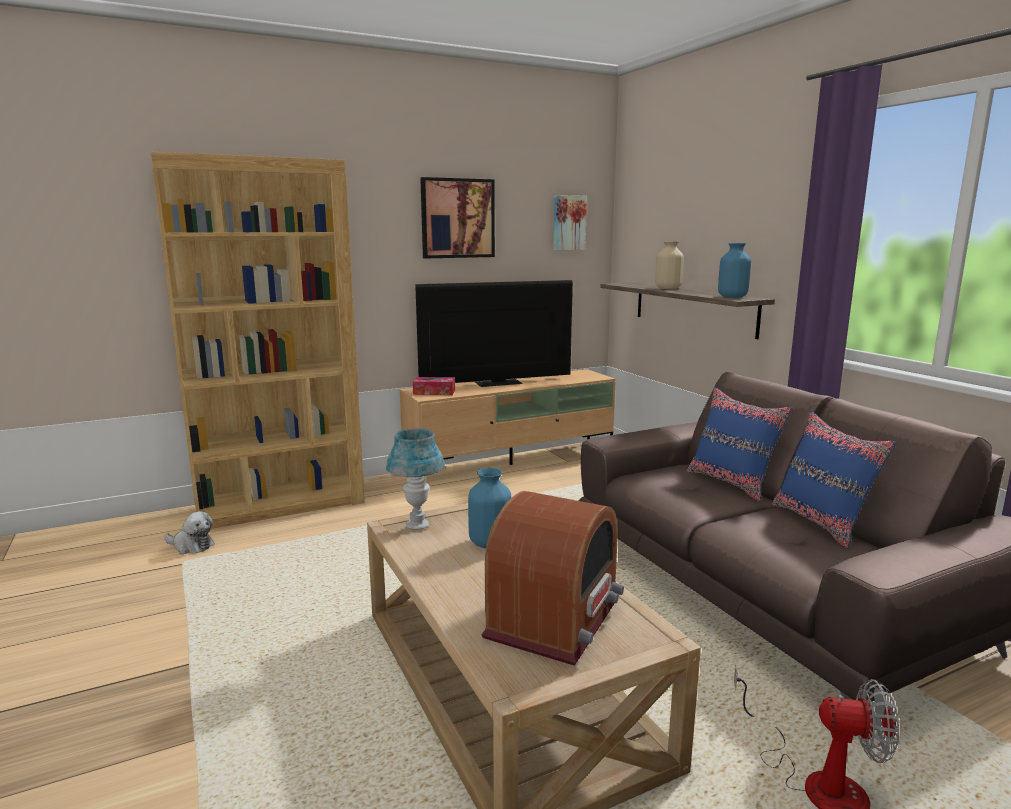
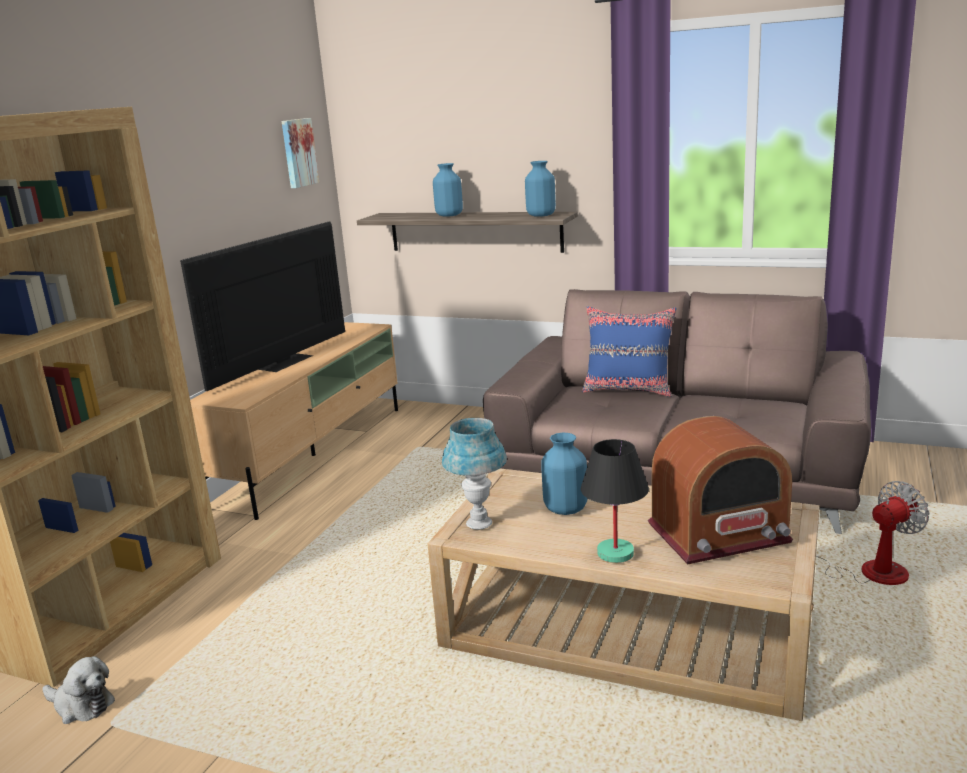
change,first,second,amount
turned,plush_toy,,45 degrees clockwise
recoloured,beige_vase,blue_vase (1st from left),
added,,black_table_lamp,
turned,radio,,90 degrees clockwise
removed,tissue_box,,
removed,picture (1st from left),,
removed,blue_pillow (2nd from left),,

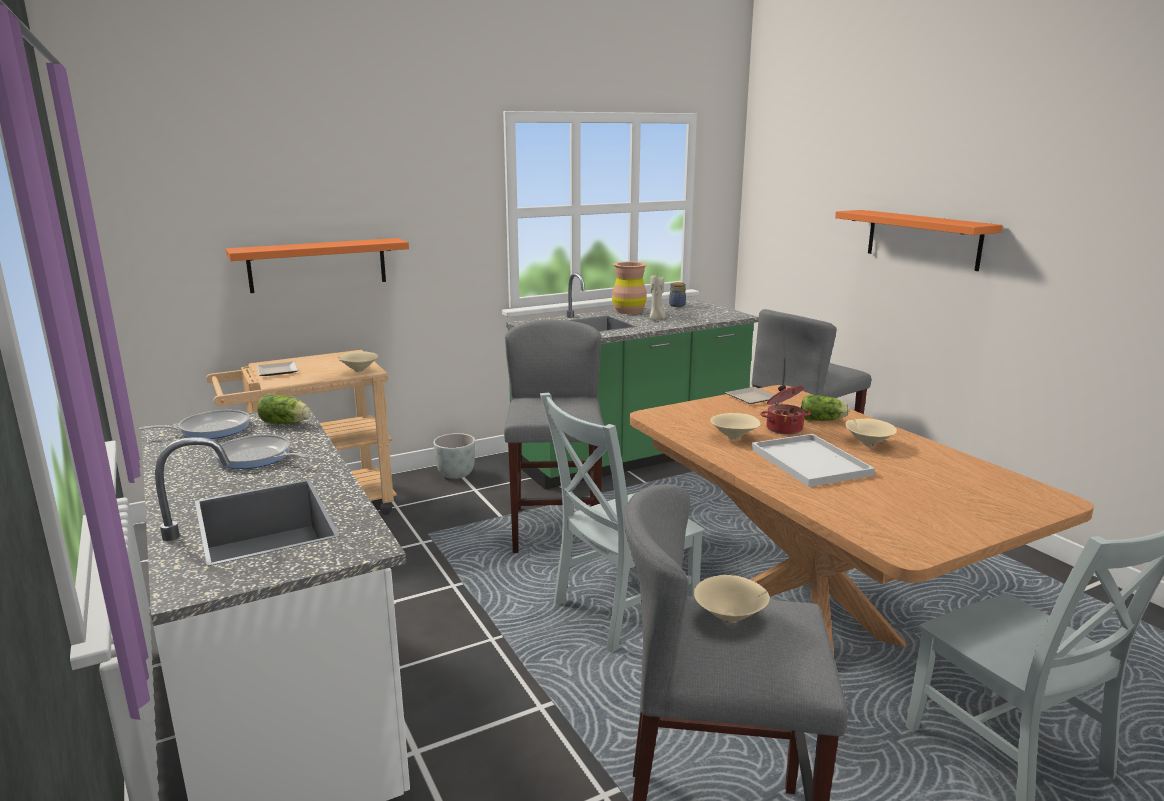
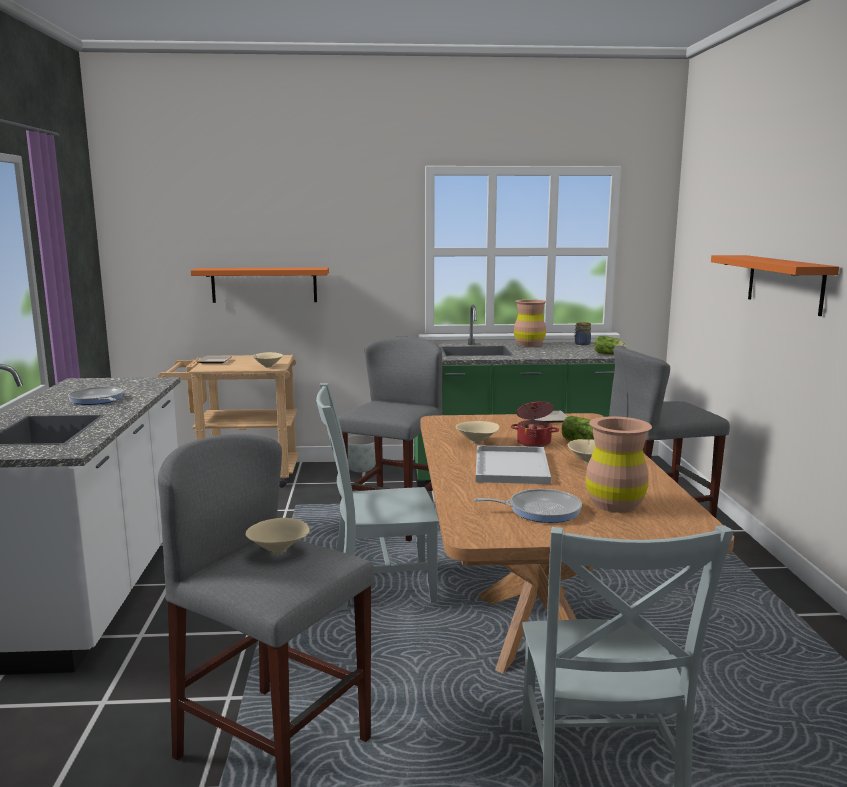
change,first,second,amount
moved,frying_pan (1st from left in the first image),frying_pan (2nd from left),
added,,brown_vase (2nd from left),
moved,lettuce (1st from left in the first image),lettuce (2nd from left),
removed,beige_candle,,

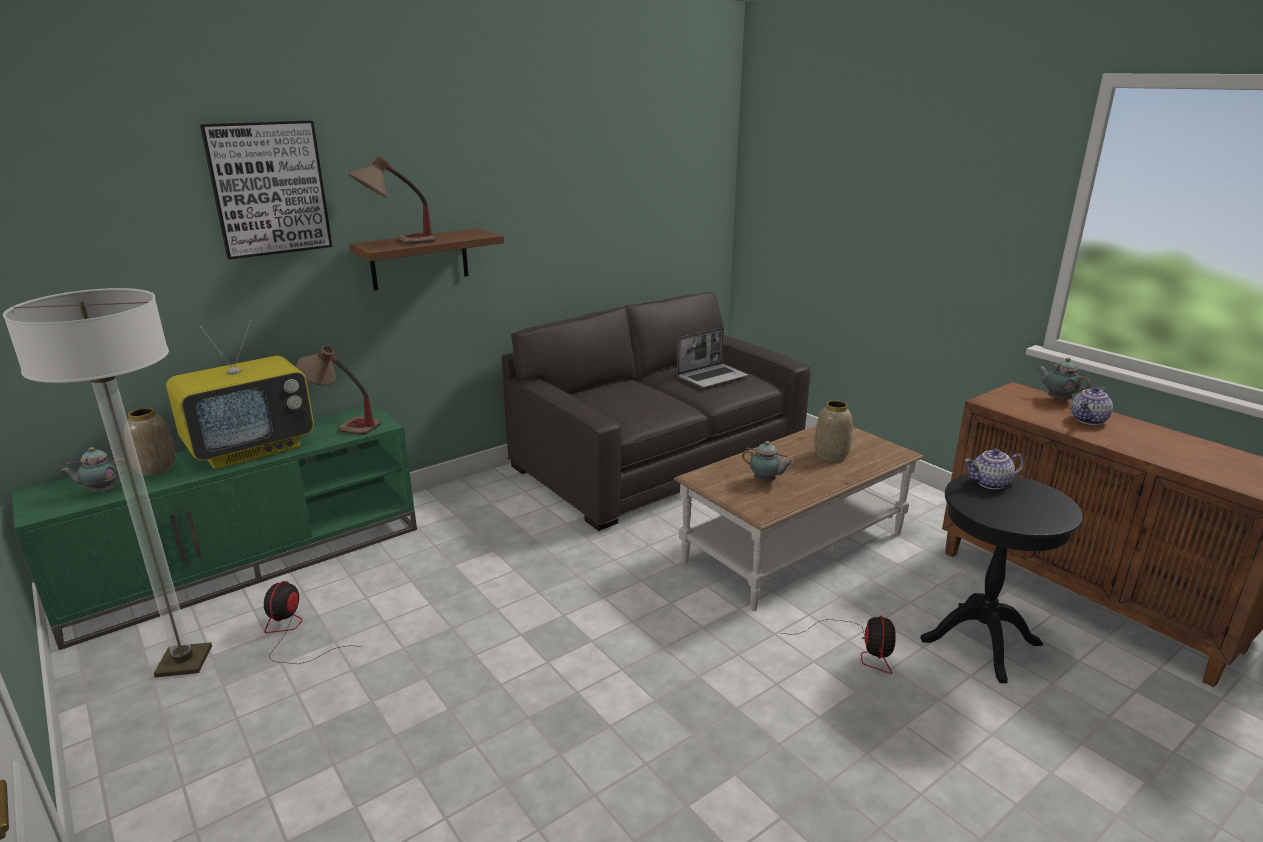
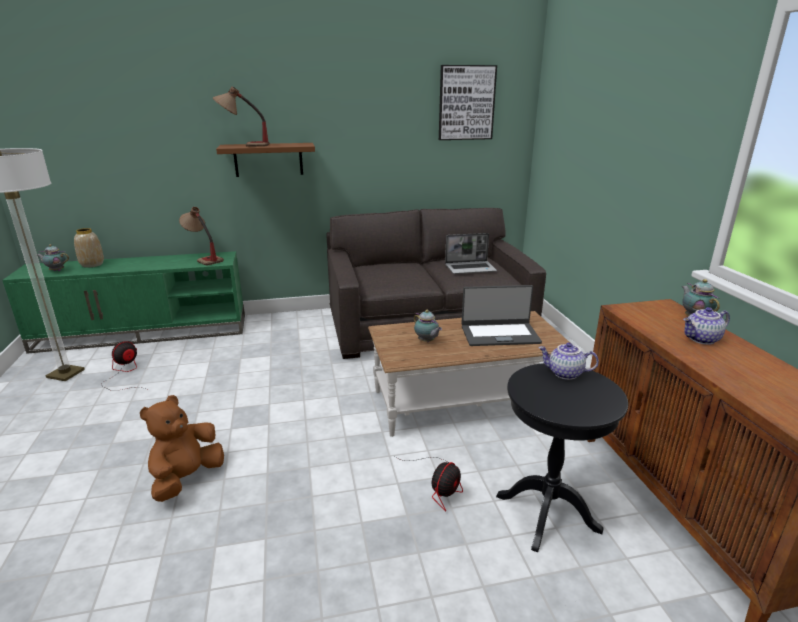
change,first,second,amount
added,,brown_plush_toy,
moved,picture,,
replaced,vase (2nd from left),laptop (2nd from left),
removed,television,,

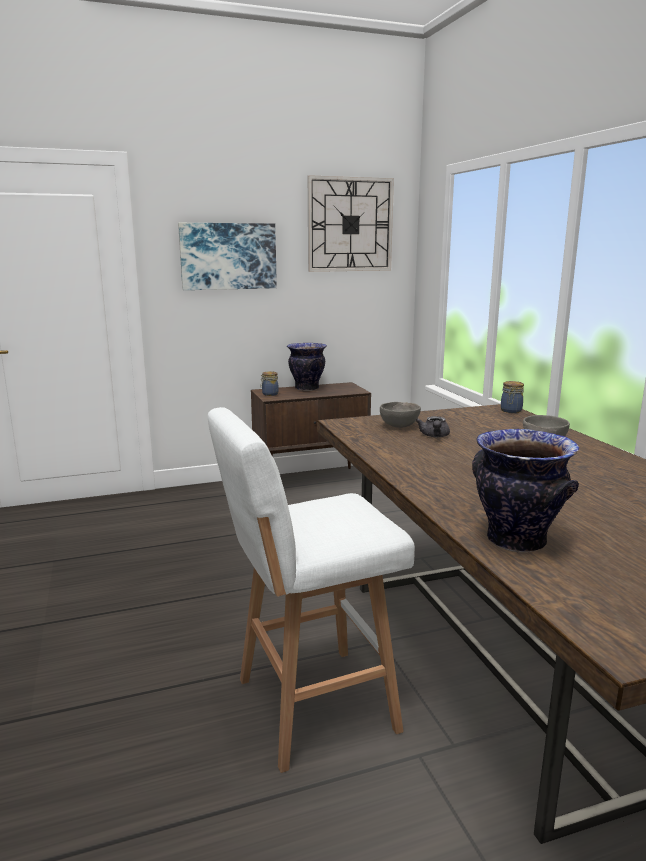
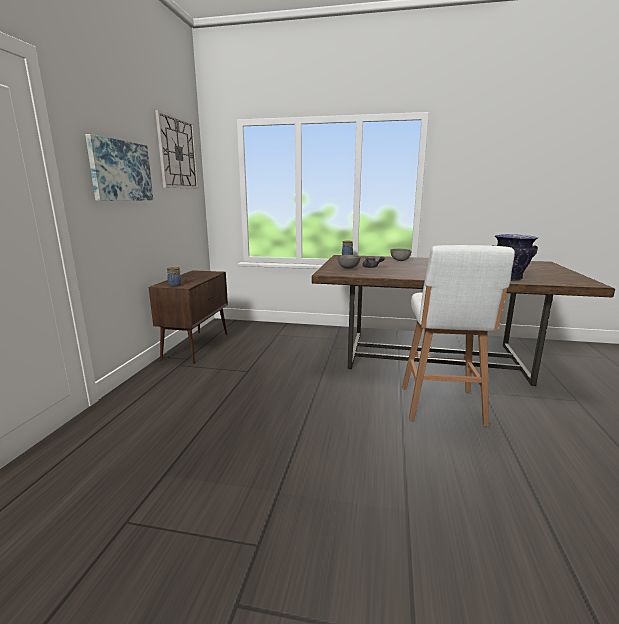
change,first,second,amount
removed,vase (1st from left),,

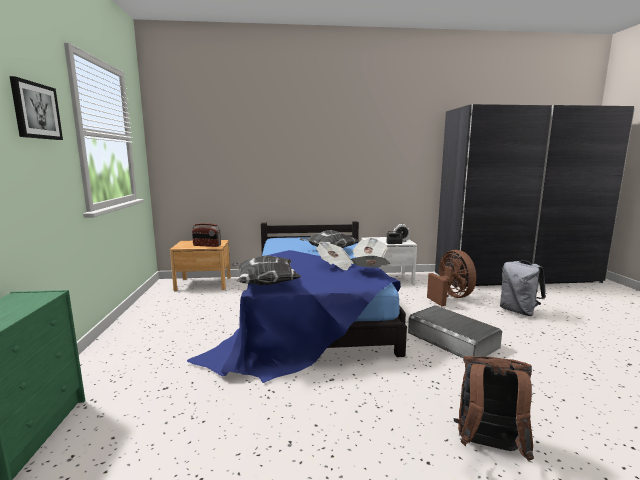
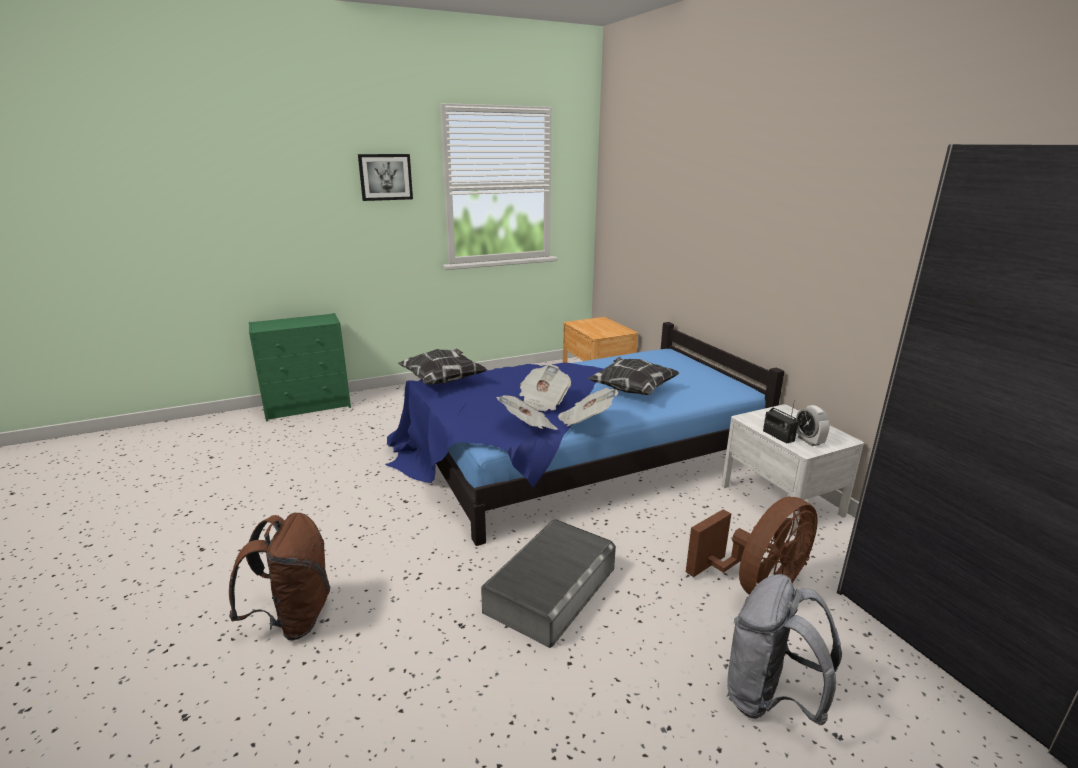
change,first,second,amount
removed,radio (1st from left),,

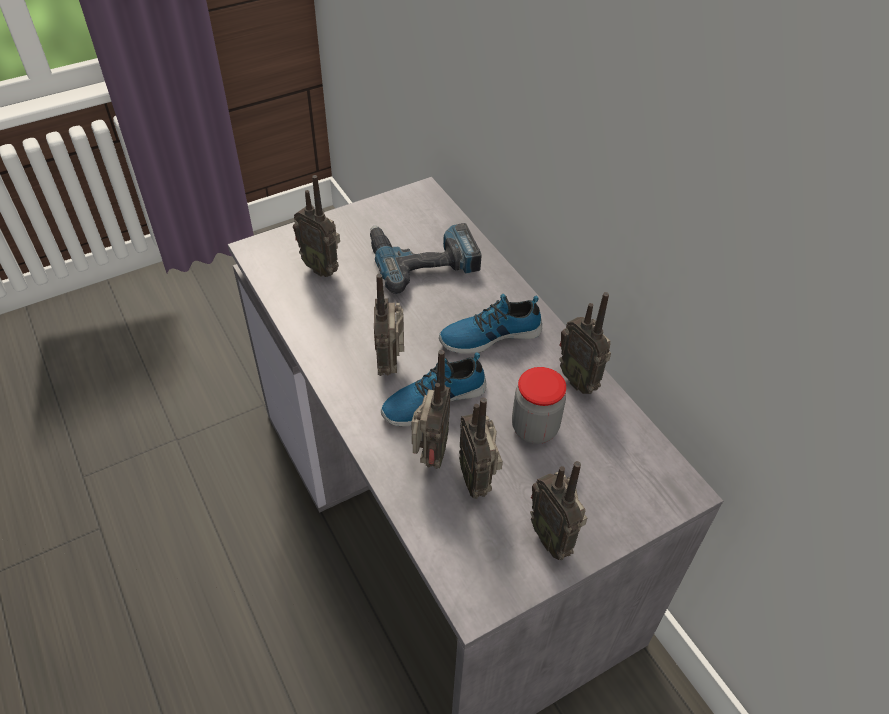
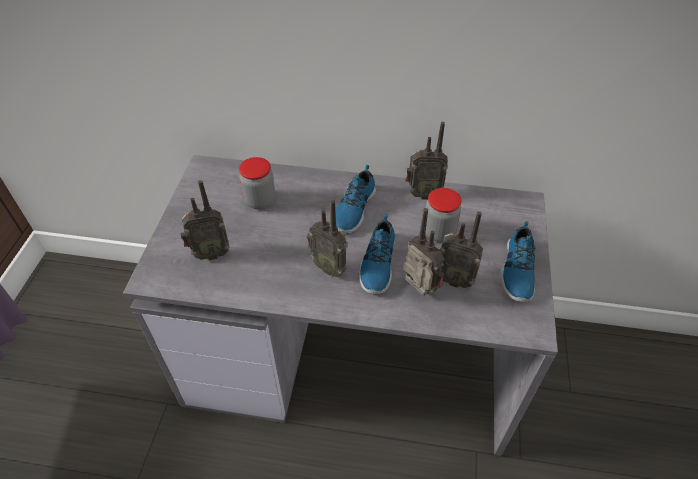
change,first,second,amount
replaced,power_drill,jar (1st from left),
replaced,radio (5th from left),shoe (3rd from left),

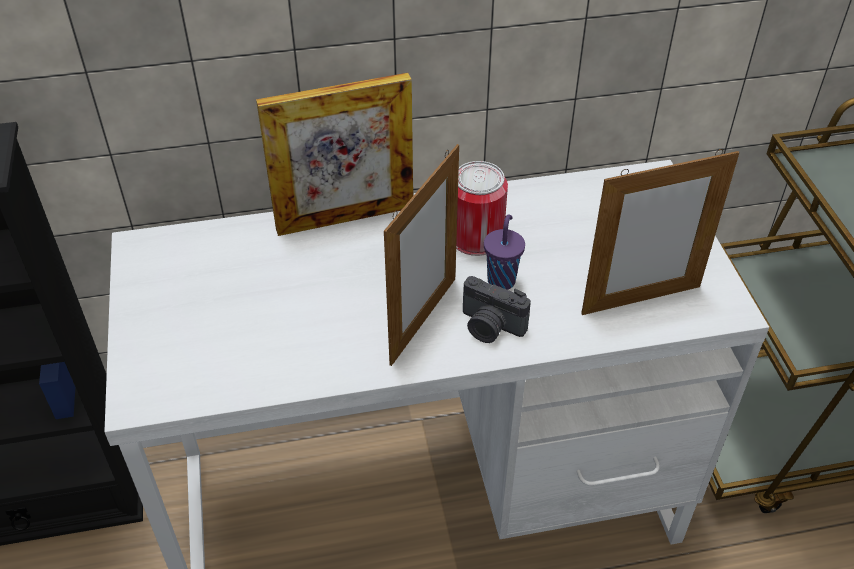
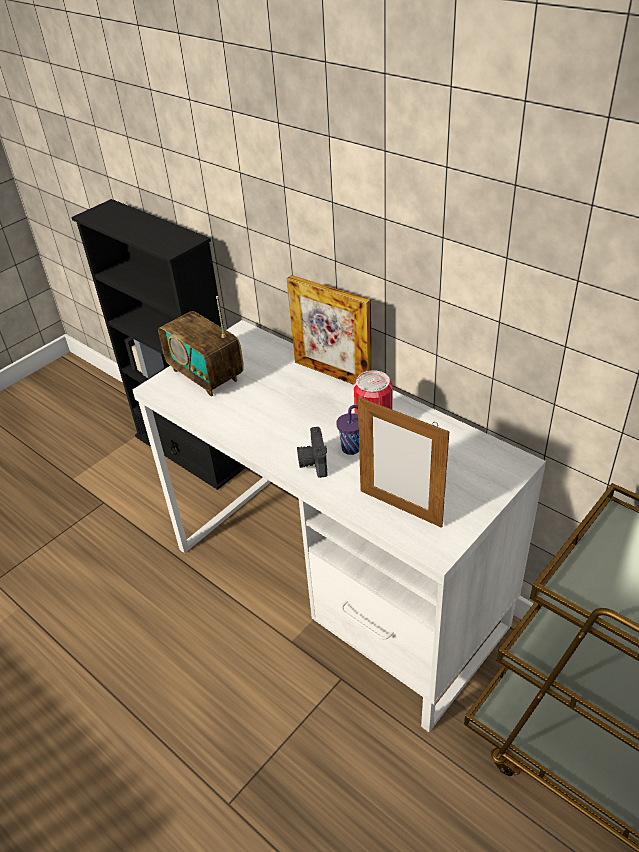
change,first,second,amount
added,,radio,
removed,picture_frame (2nd from left),,

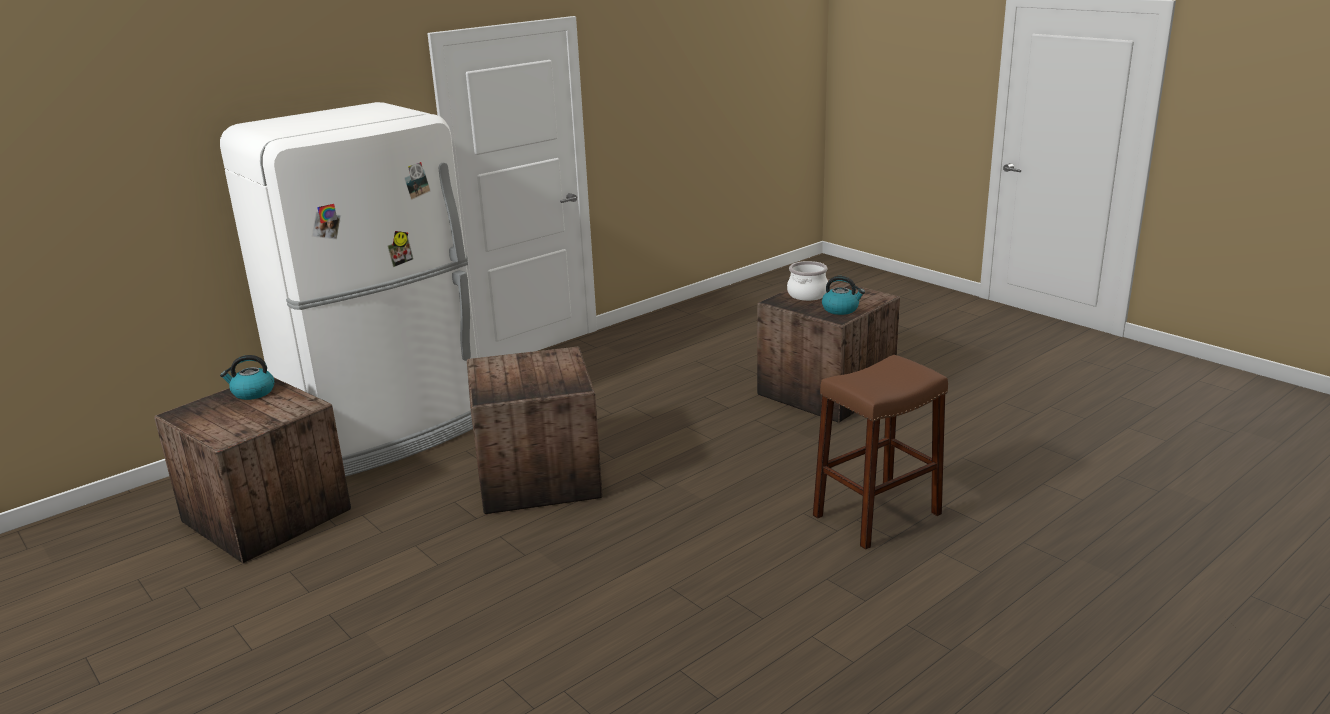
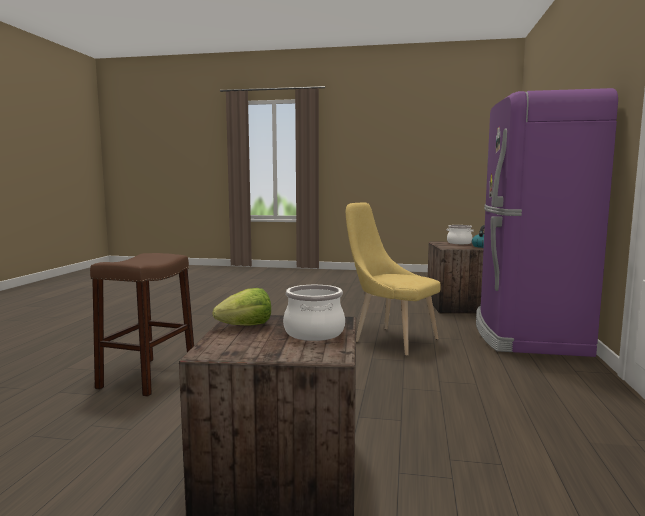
change,first,second,amount
replaced,kettle (2nd from left),lettuce,
replaced,crate (2nd from left),yellow_chair,
added,,cooking_pot (2nd from left),
recoloured,white_fridge,purple_fridge,

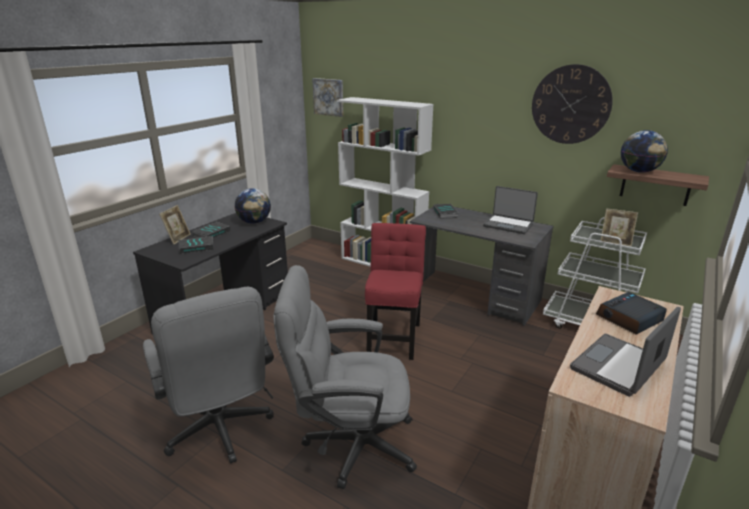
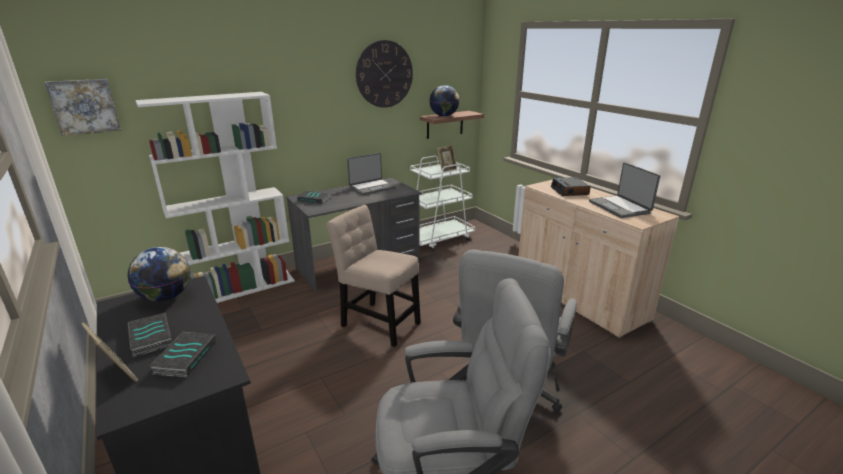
change,first,second,amount
recoloured,red_chair,beige_chair,

